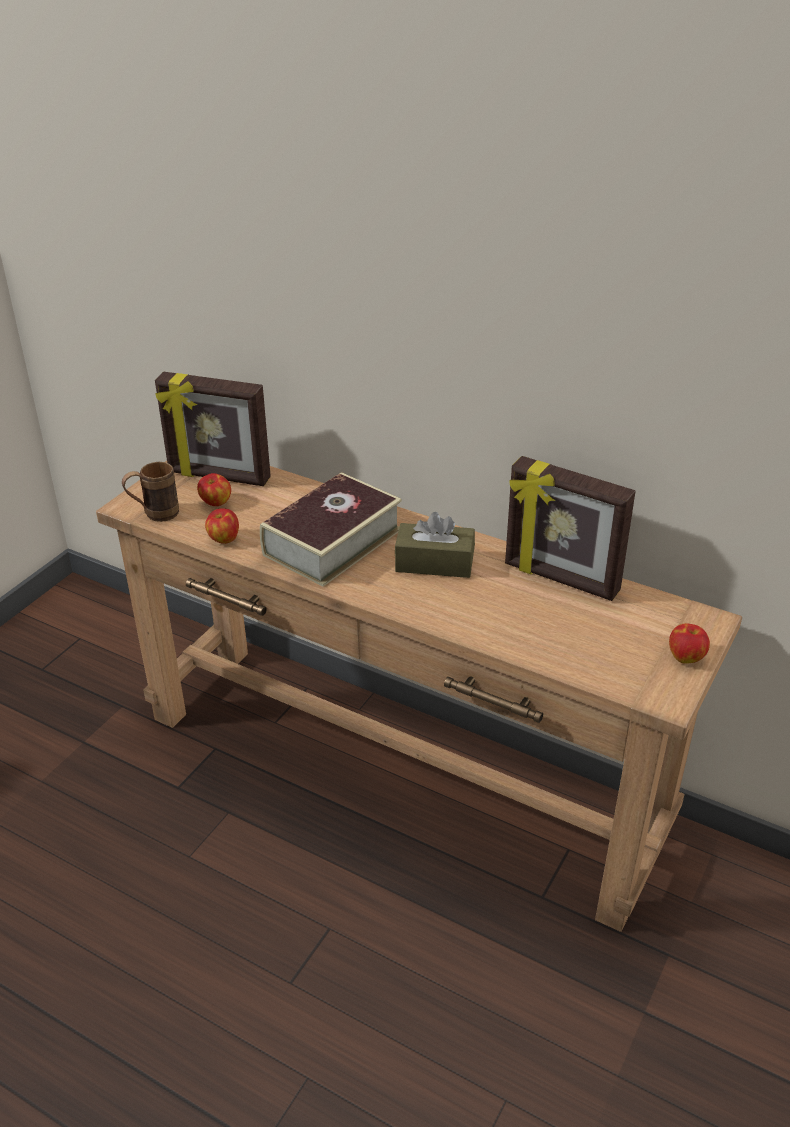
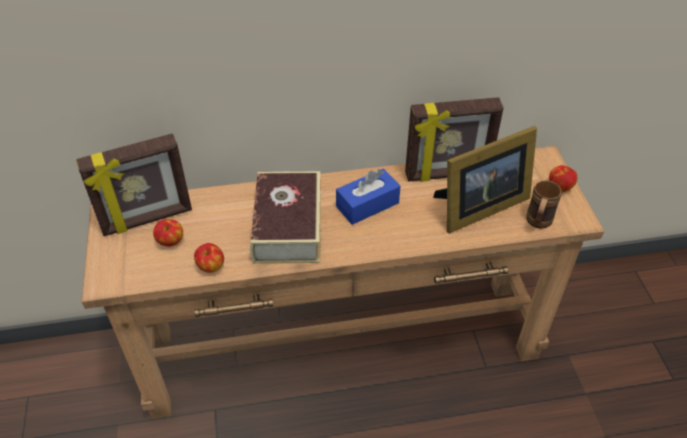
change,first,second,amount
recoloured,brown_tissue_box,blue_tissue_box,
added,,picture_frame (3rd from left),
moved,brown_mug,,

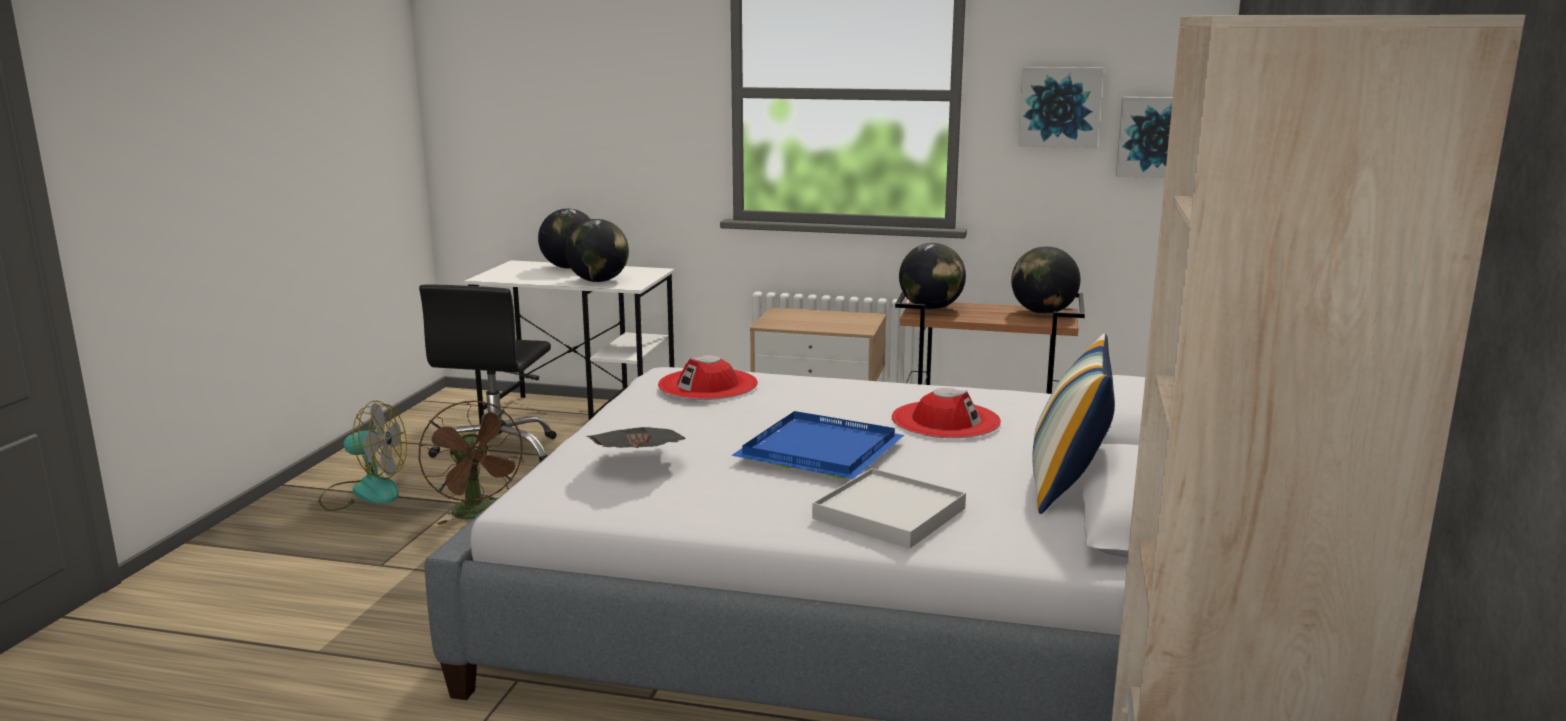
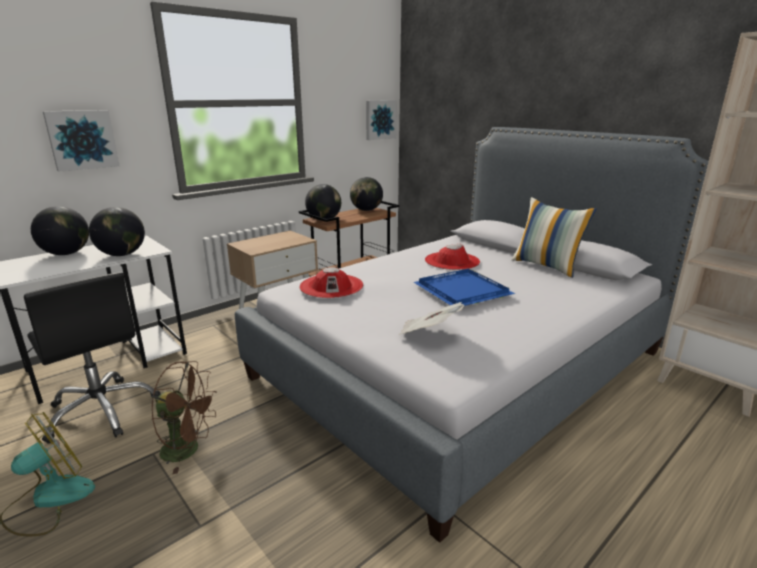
change,first,second,amount
moved,picture (1st from left),,
removed,white_tray,,

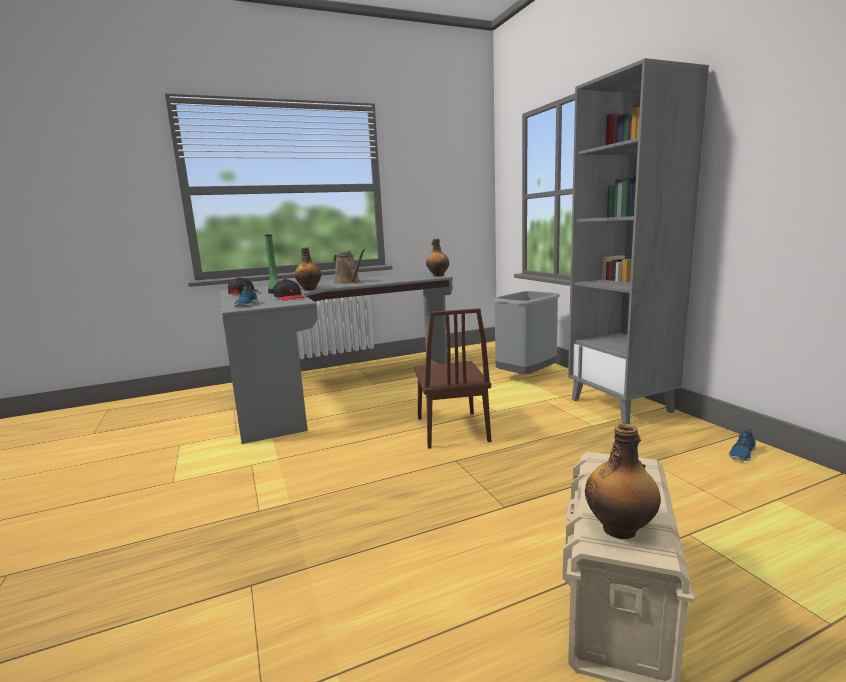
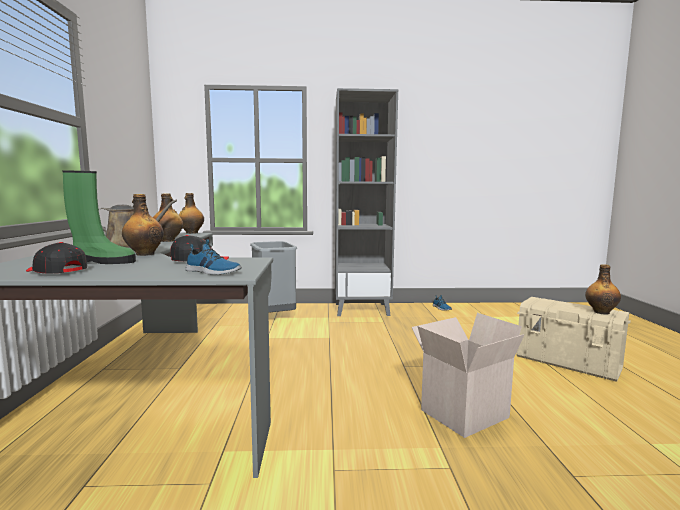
change,first,second,amount
added,,bottle (2nd from left),
added,,cardboard_box,
removed,brown_chair,,

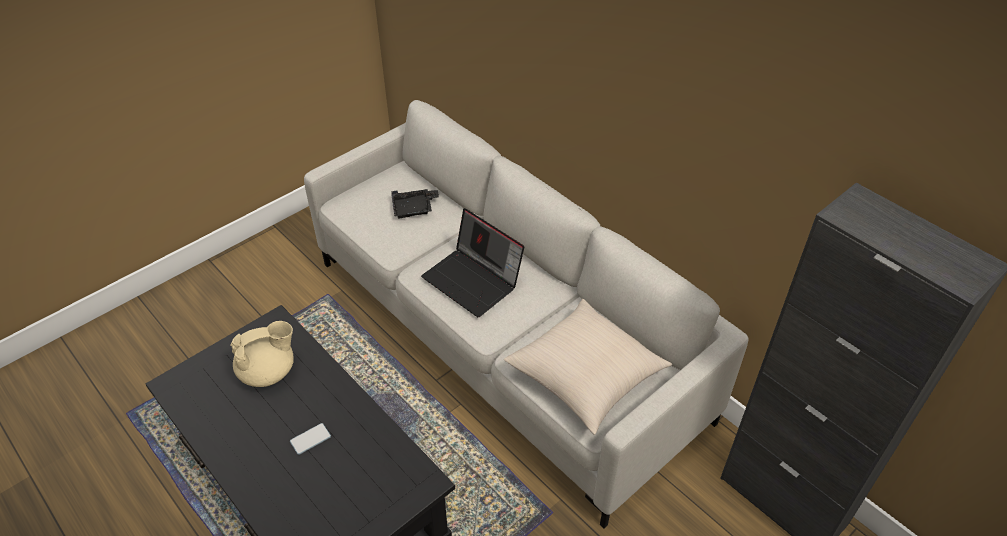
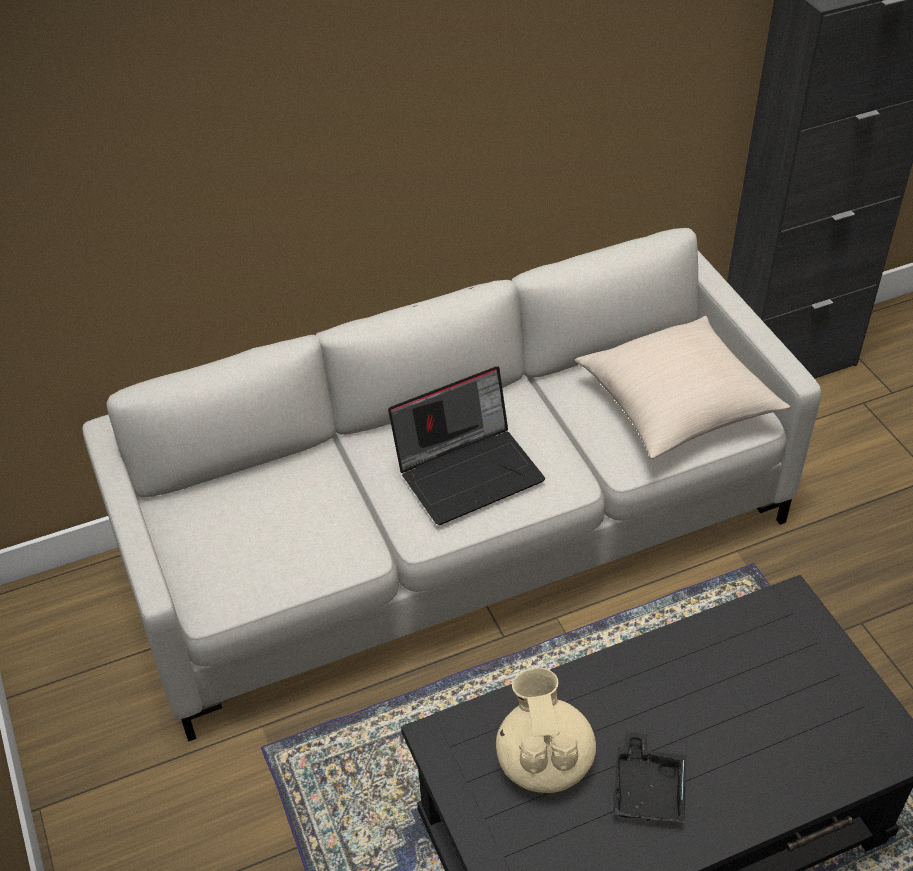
change,first,second,amount
moved,black_tray,,
removed,phone,,

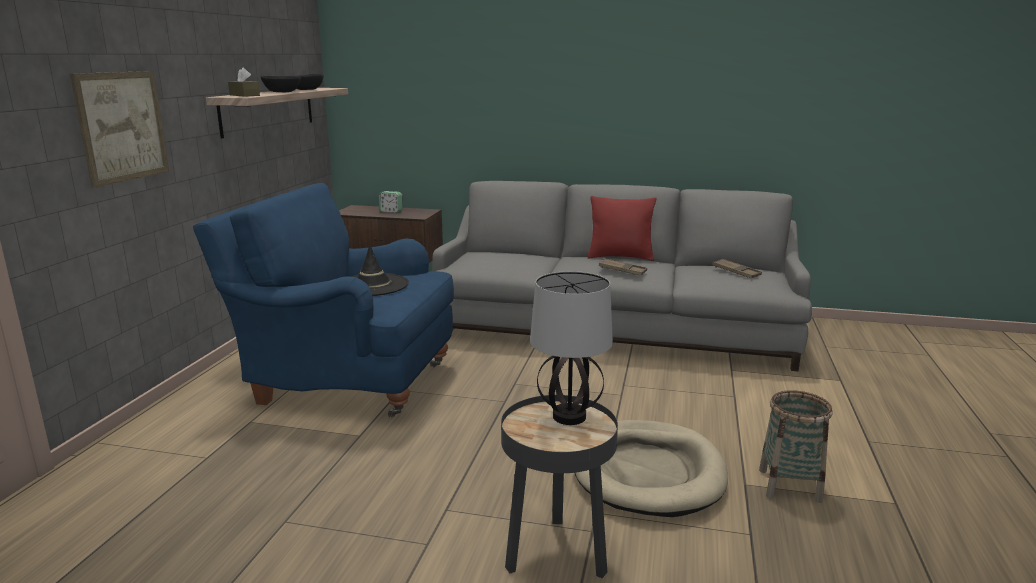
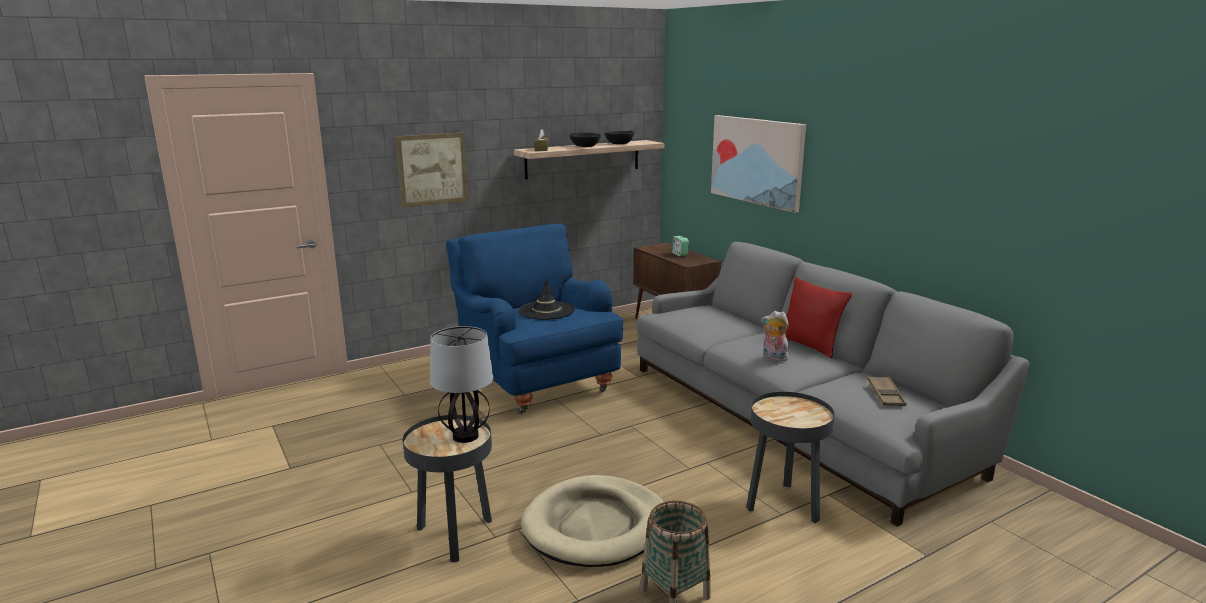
change,first,second,amount
added,,picture (2nd from left),
added,,black_side_table (2nd from left),
replaced,brown_tray (1st from left),plush_toy,

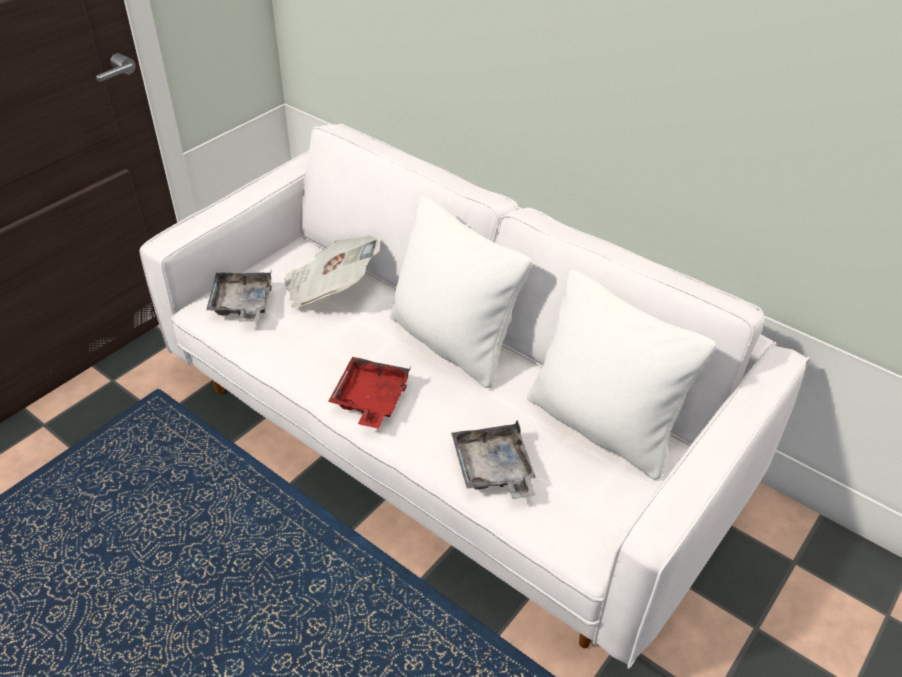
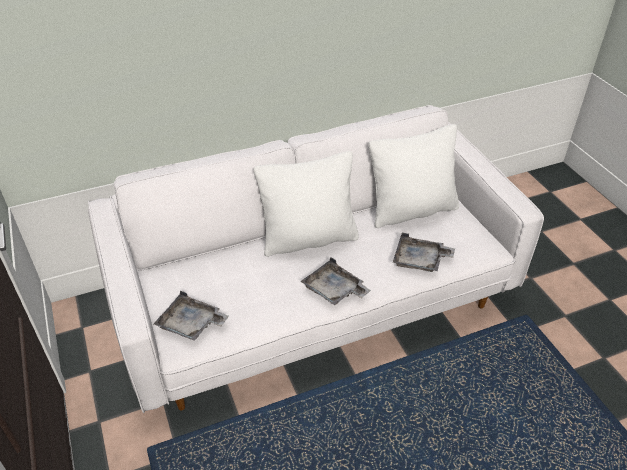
change,first,second,amount
recoloured,red_tray,grey_tray (2nd from left),
removed,newspaper,,

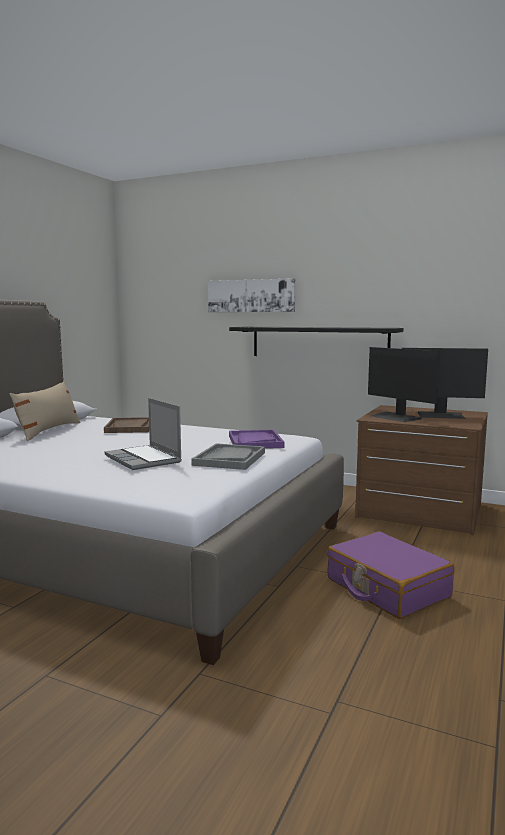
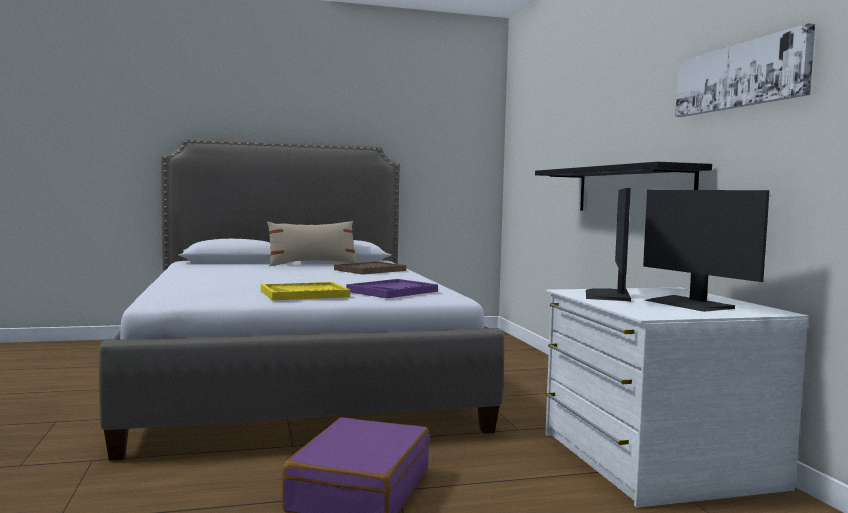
change,first,second,amount
recoloured,grey_tray,yellow_tray,
recoloured,brown_dresser,white_dresser,
moved,picture,,
removed,laptop,,

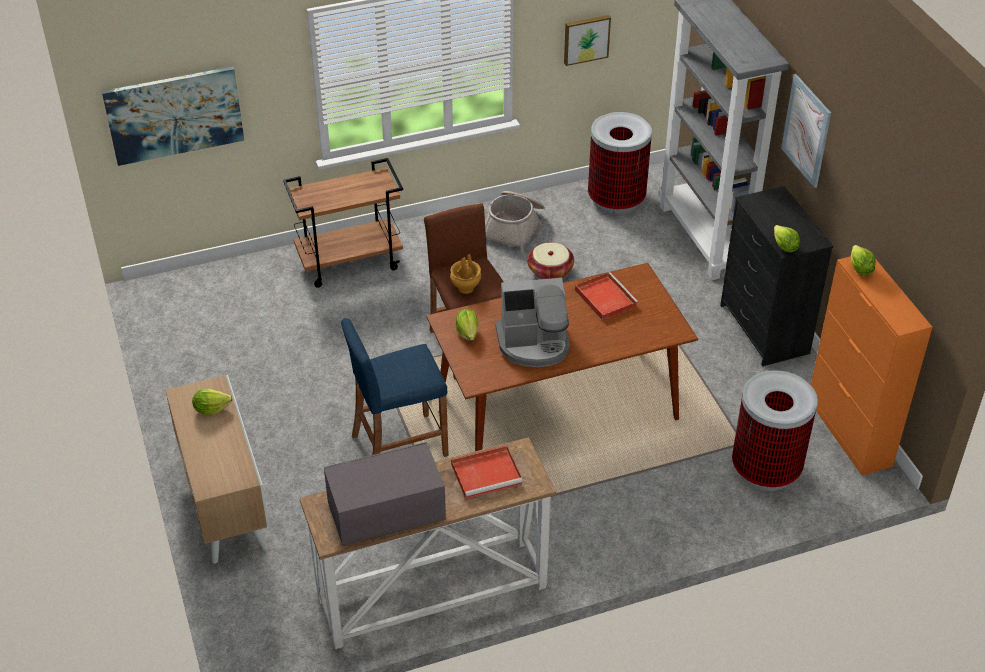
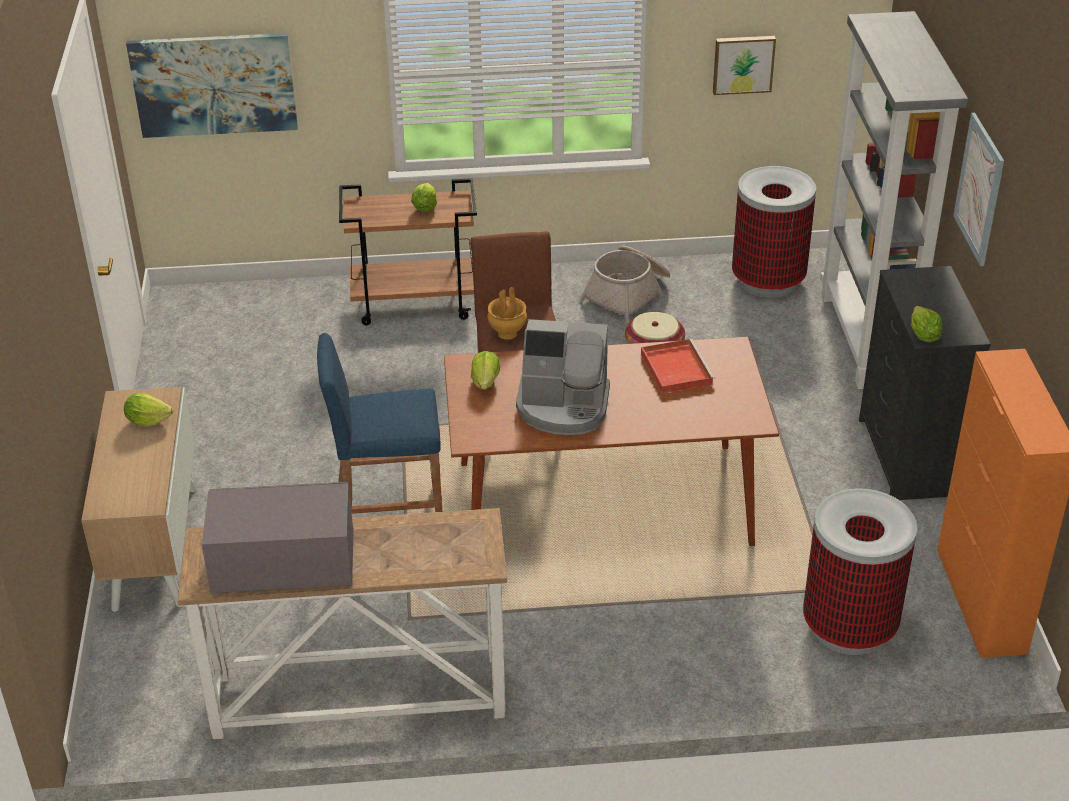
change,first,second,amount
moved,lettuce (4th from left in the first image),lettuce (2nd from left),
removed,red_tray (1st from left),,

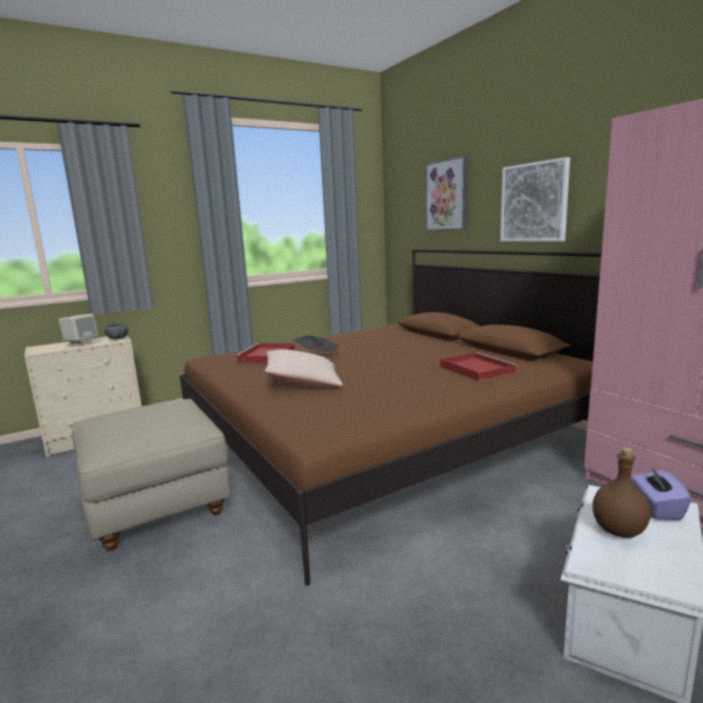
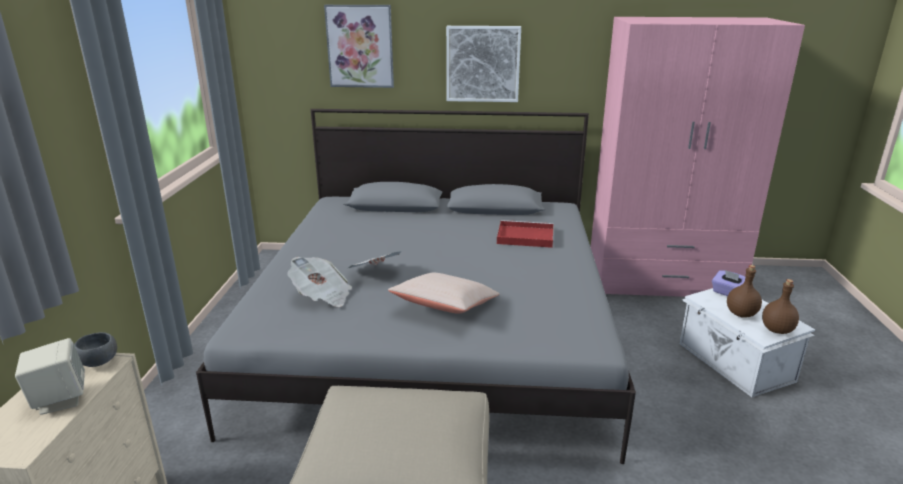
change,first,second,amount
recoloured,brown_bed,grey_bed,
replaced,red_tray (1st from left),newspaper (1st from left),
added,,brown_bottle (2nd from left),

